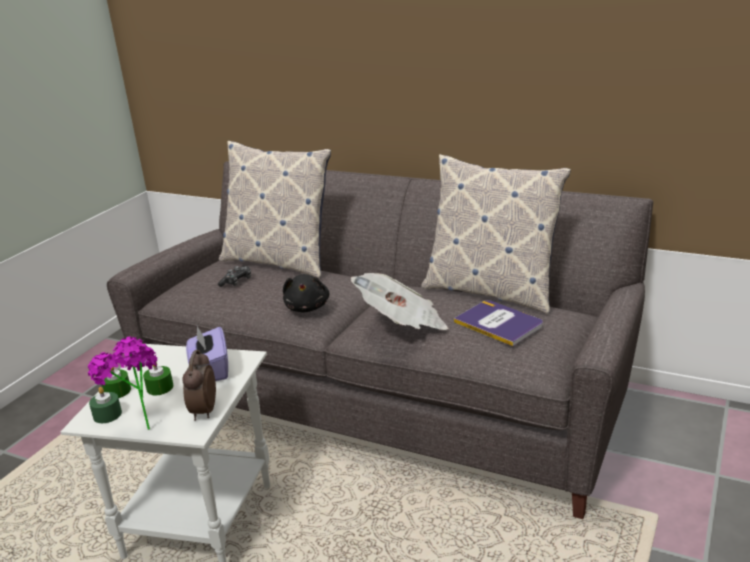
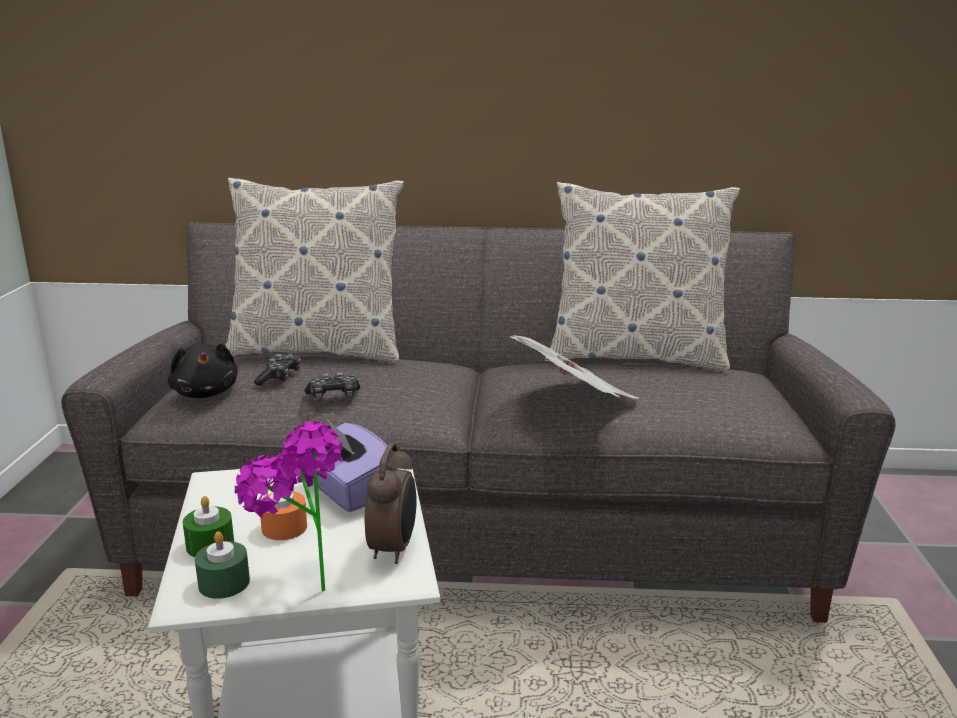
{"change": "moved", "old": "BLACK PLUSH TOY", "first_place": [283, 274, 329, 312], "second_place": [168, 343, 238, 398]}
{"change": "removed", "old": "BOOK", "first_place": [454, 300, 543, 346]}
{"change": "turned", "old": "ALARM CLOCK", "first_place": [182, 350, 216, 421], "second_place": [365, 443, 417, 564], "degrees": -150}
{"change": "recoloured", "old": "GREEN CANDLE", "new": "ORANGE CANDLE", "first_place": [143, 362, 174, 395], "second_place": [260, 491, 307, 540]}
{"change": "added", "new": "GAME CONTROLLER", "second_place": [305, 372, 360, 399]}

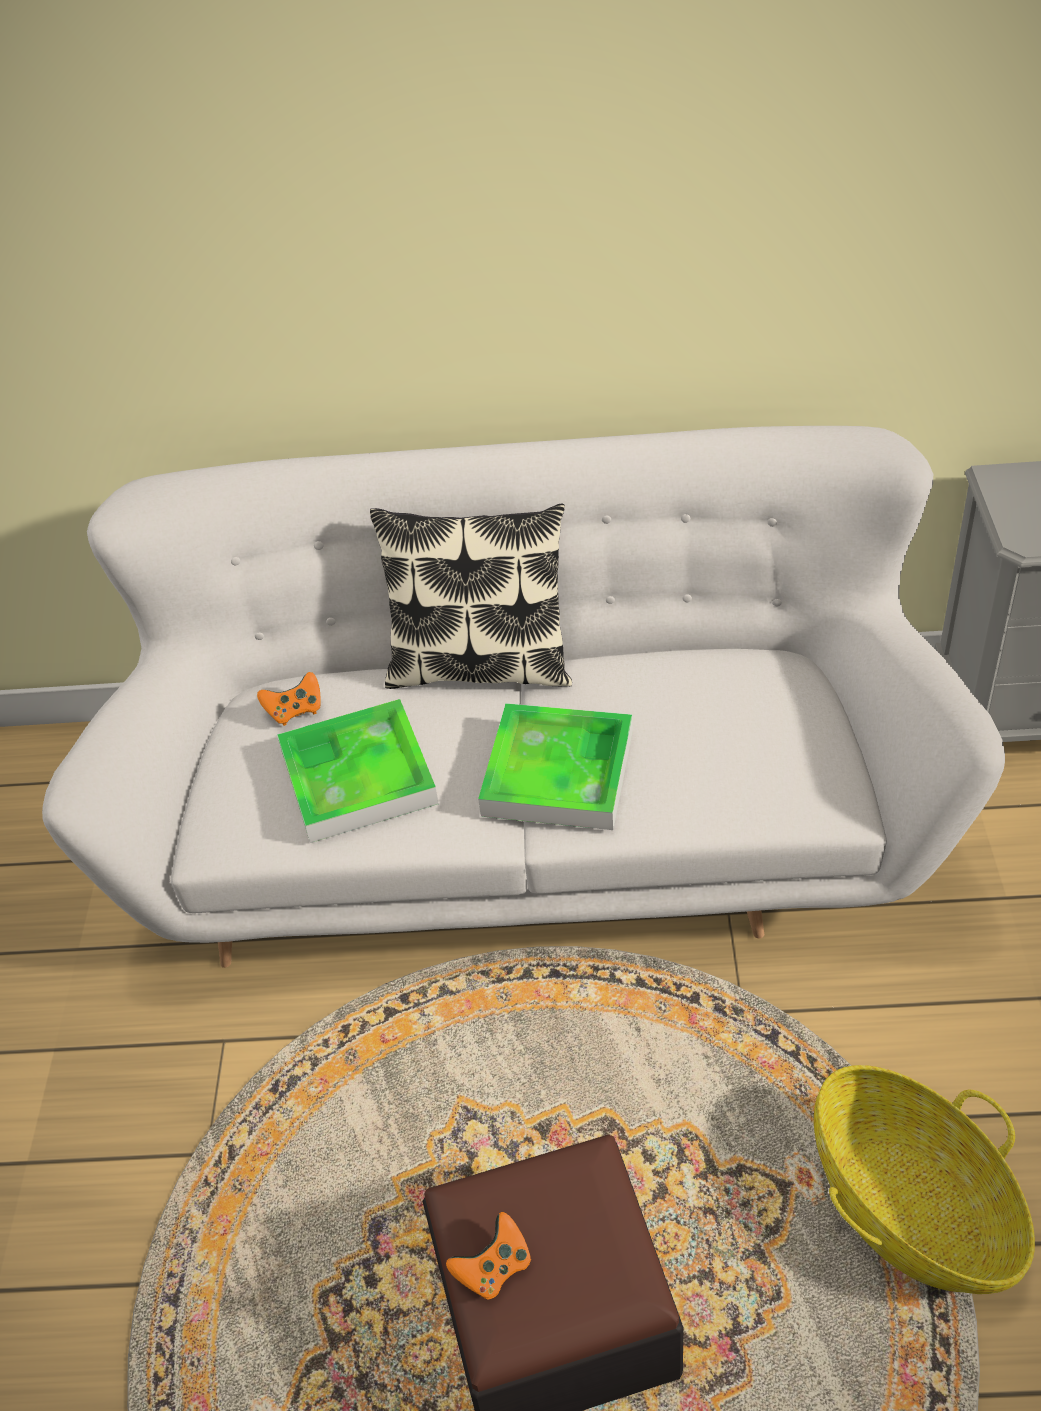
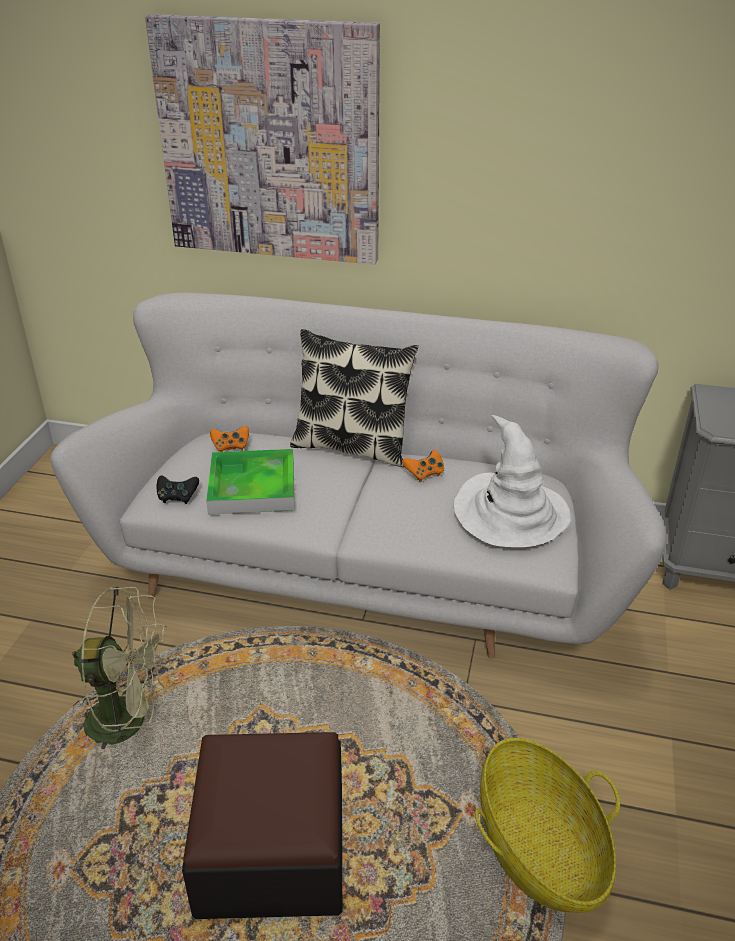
{"change": "removed", "old": "TRAY", "first_place": [478, 703, 633, 830]}
{"change": "moved", "old": "ORANGE GAME CONTROLLER", "first_place": [446, 1212, 531, 1300], "second_place": [402, 450, 444, 482]}
{"change": "added", "new": "PICTURE", "second_place": [145, 14, 380, 265]}
{"change": "added", "new": "WHITE HAT", "second_place": [454, 415, 571, 547]}
{"change": "added", "new": "BLACK GAME CONTROLLER", "second_place": [157, 475, 199, 504]}
{"change": "added", "new": "GREEN FAN", "second_place": [72, 587, 171, 749]}

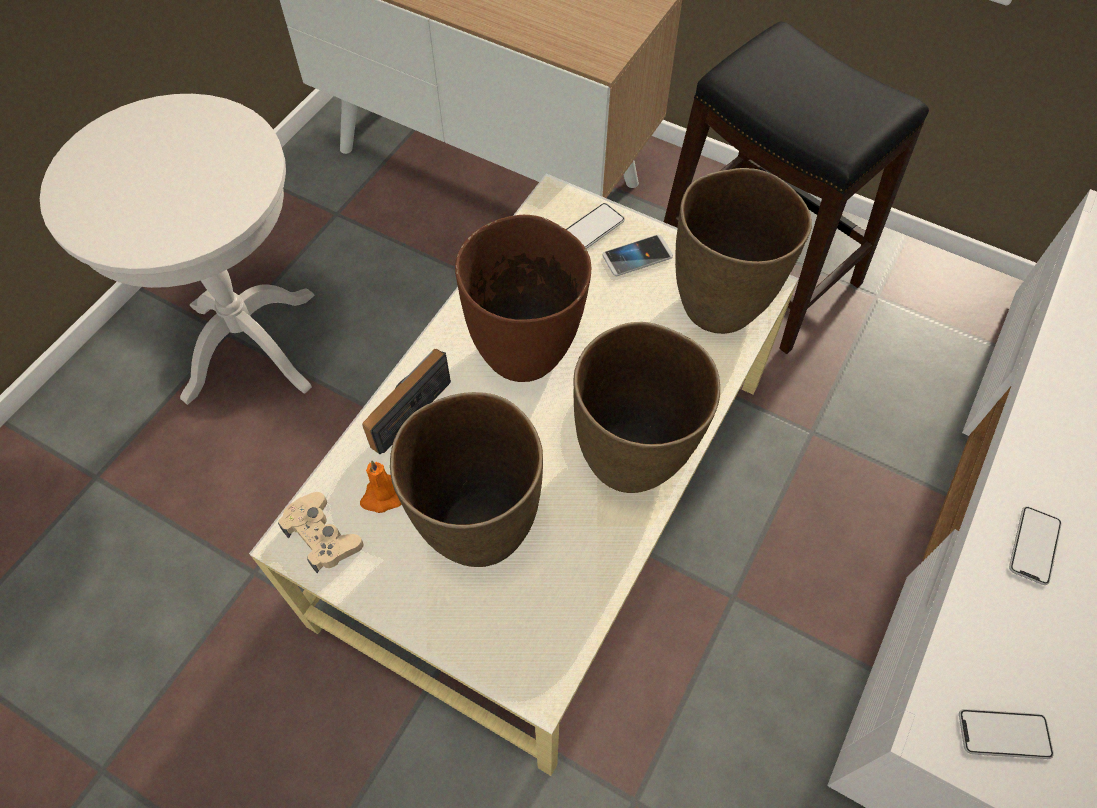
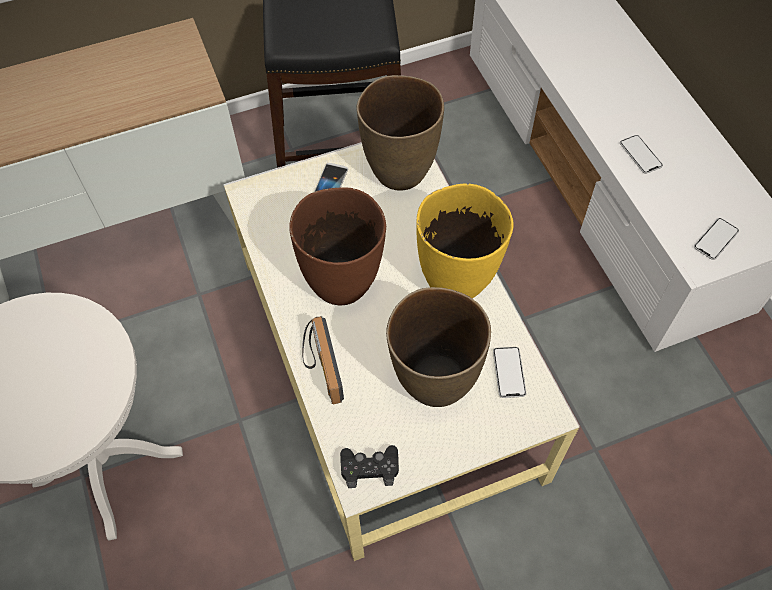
{"change": "moved", "old": "PHONE", "first_place": [566, 203, 625, 249], "second_place": [493, 347, 526, 398]}
{"change": "recoloured", "old": "BROWN VASE", "new": "YELLOW VASE", "first_place": [574, 322, 720, 493], "second_place": [417, 183, 514, 299]}
{"change": "removed", "old": "ORANGE CANDLE", "first_place": [360, 461, 402, 513]}
{"change": "recoloured", "old": "BEIGE GAME CONTROLLER", "new": "BLACK GAME CONTROLLER", "first_place": [278, 492, 363, 573], "second_place": [340, 445, 399, 488]}

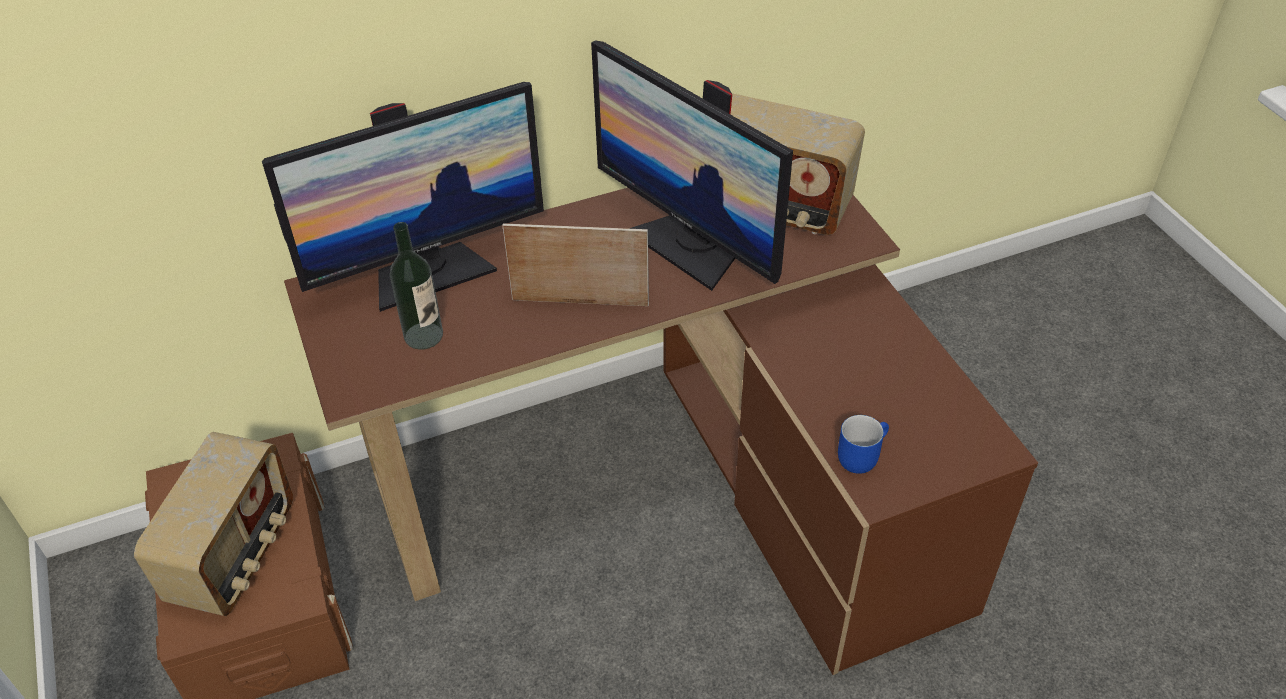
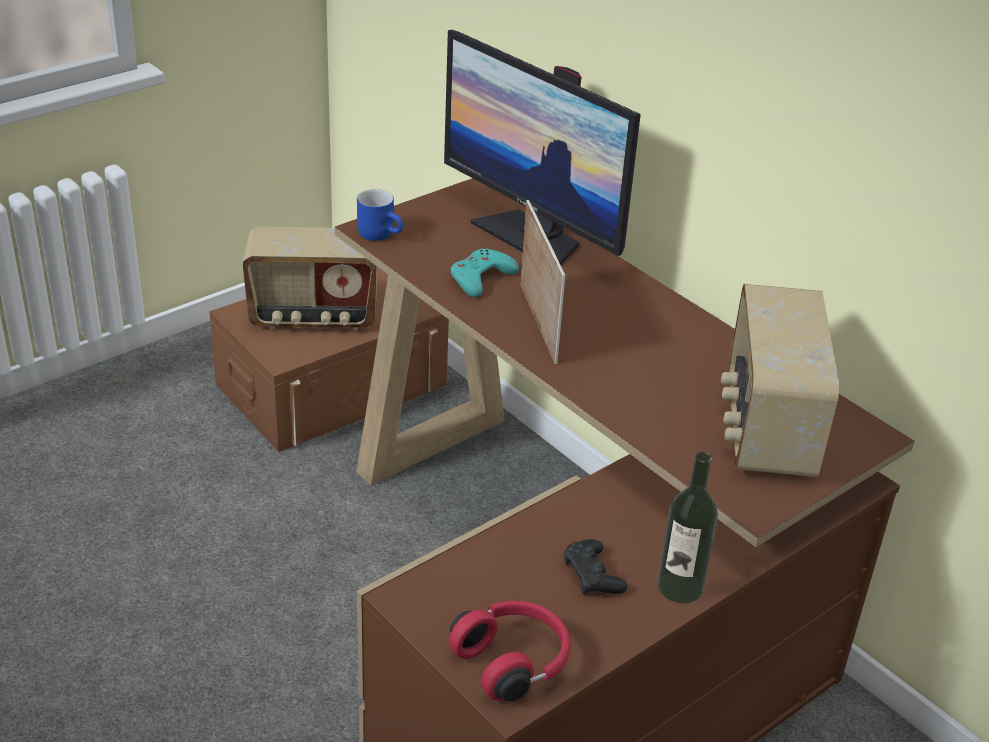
{"change": "removed", "old": "MONITOR", "first_place": [591, 40, 793, 291]}
{"change": "moved", "old": "BOTTLE", "first_place": [390, 222, 443, 350], "second_place": [657, 452, 718, 603]}
{"change": "moved", "old": "BLUE MUG", "first_place": [838, 415, 889, 474], "second_place": [357, 189, 403, 241]}
{"change": "added", "new": "TURQUOISE GAME CONTROLLER", "second_place": [450, 249, 519, 297]}
{"change": "added", "new": "BLACK GAME CONTROLLER", "second_place": [563, 539, 627, 594]}
{"change": "added", "new": "RED HEADPHONES", "second_place": [449, 601, 571, 701]}

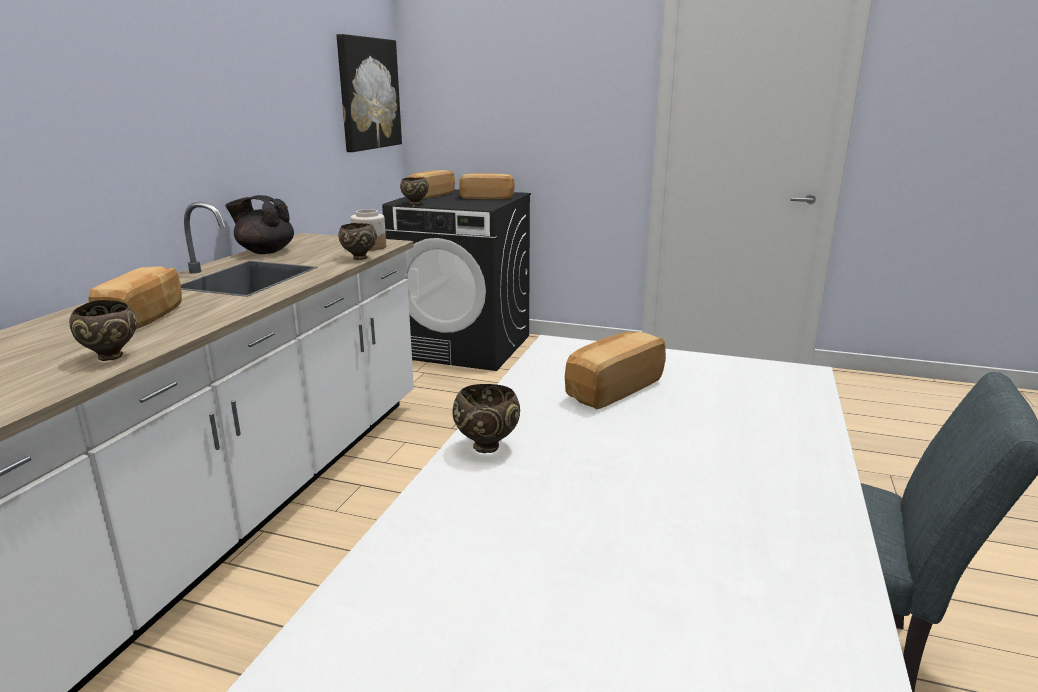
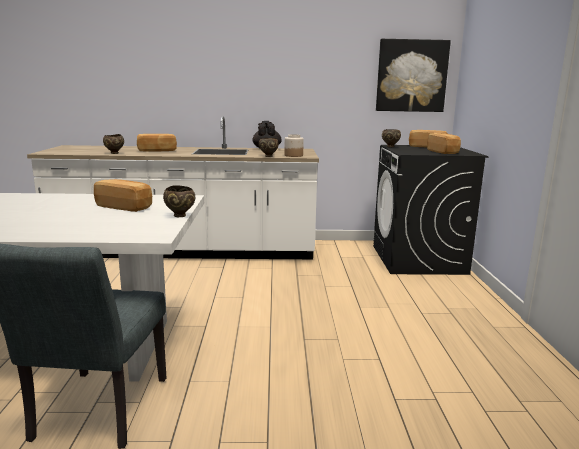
{"change": "moved", "old": "BROWN BOWL", "first_place": [452, 384, 520, 453], "second_place": [163, 185, 195, 217]}

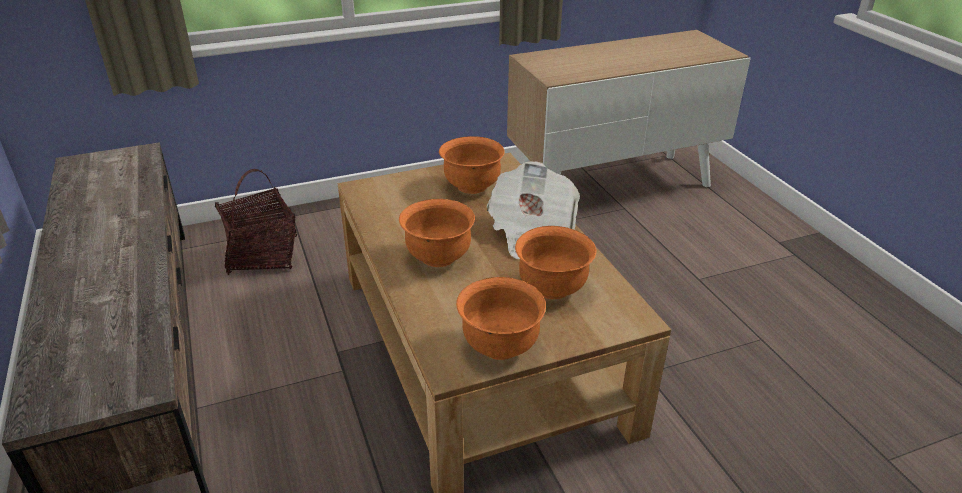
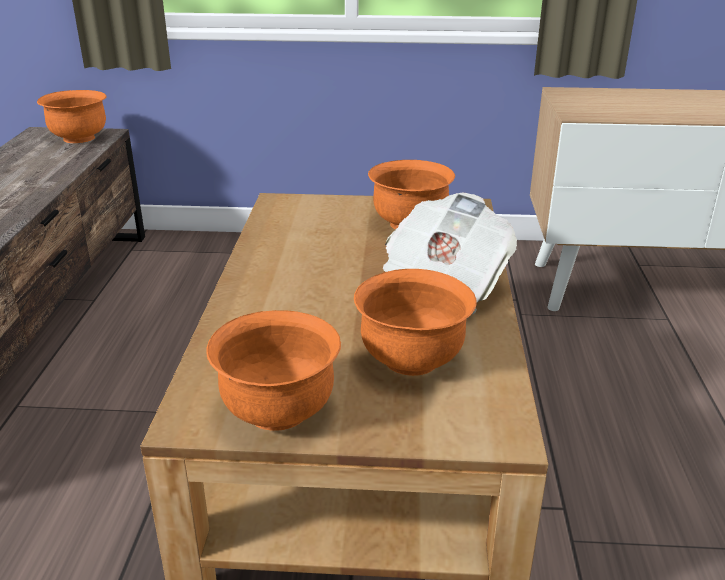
{"change": "removed", "old": "BASKET", "first_place": [215, 169, 297, 275]}
{"change": "moved", "old": "ORANGE BOWL", "first_place": [399, 199, 475, 267], "second_place": [37, 90, 107, 143]}

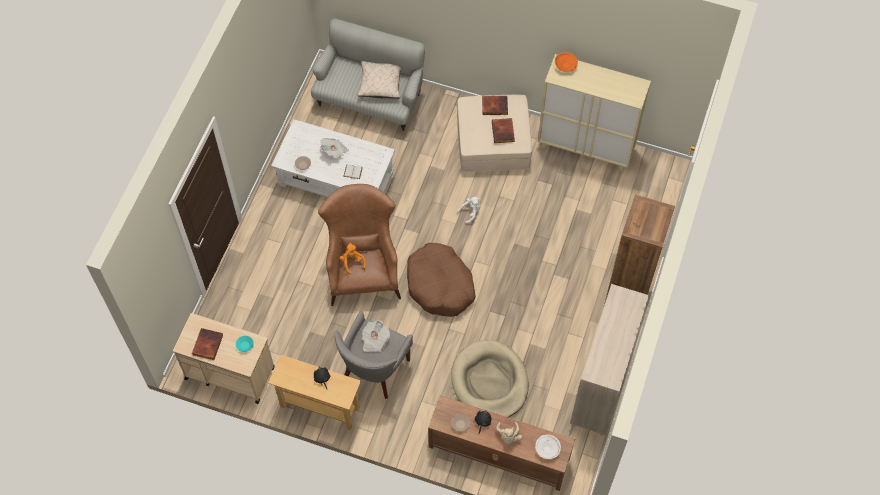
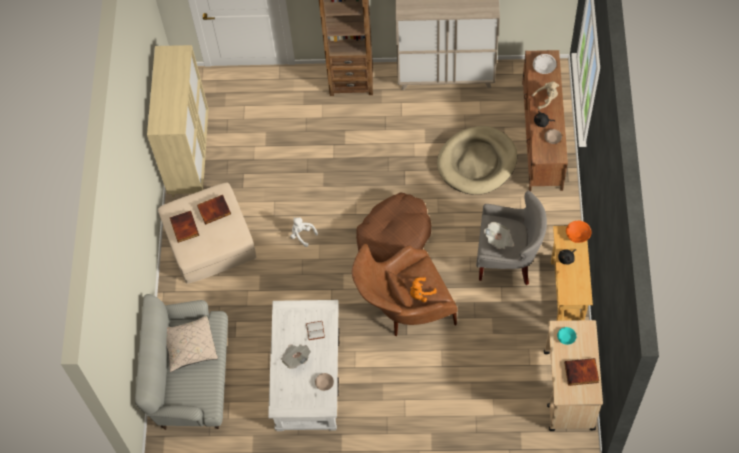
{"change": "moved", "old": "ORANGE BOWL", "first_place": [555, 52, 578, 72], "second_place": [566, 221, 592, 243]}

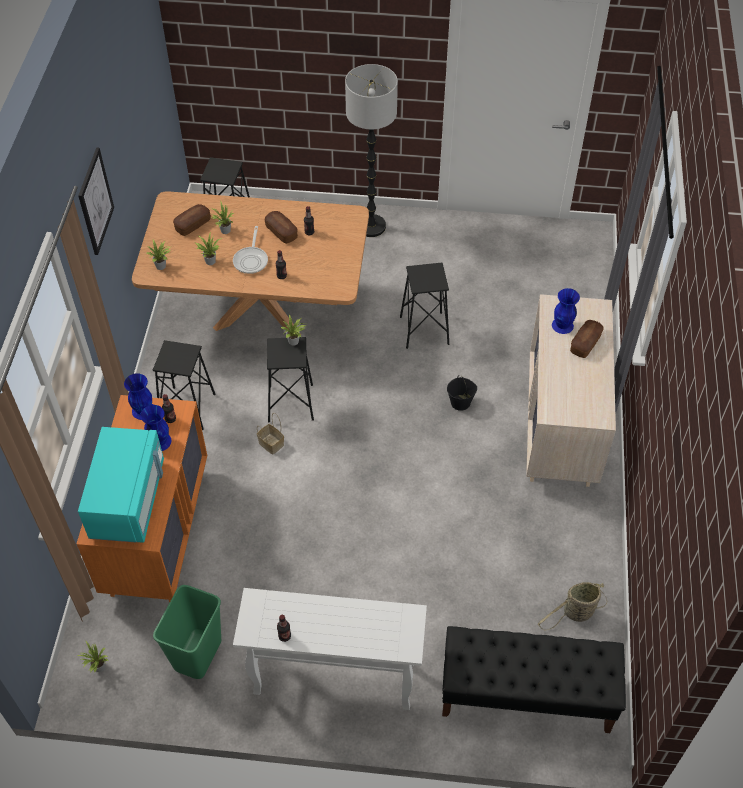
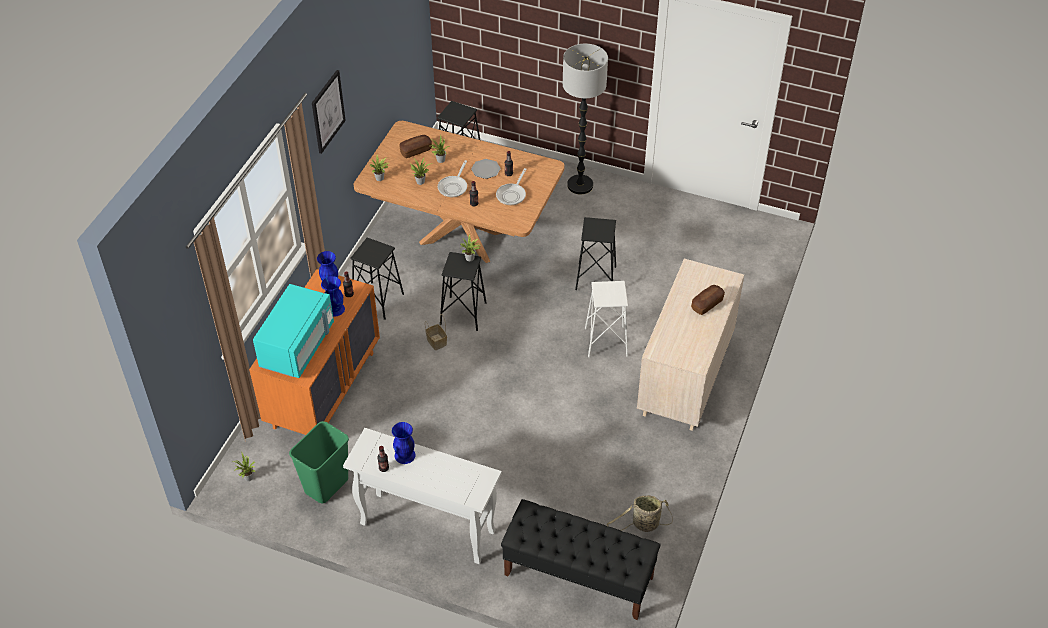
{"change": "replaced", "old": "BREAD", "new": "PLATE", "first_place": [264, 211, 298, 244], "second_place": [471, 159, 501, 179]}
{"change": "moved", "old": "BLUE VASE", "first_place": [552, 288, 580, 334], "second_place": [392, 422, 416, 464]}
{"change": "replaced", "old": "BLACK BUCKET", "new": "WHITE STOOL", "first_place": [447, 375, 477, 411], "second_place": [585, 281, 628, 357]}
{"change": "added", "new": "FRYING PAN", "second_place": [496, 168, 527, 205]}

